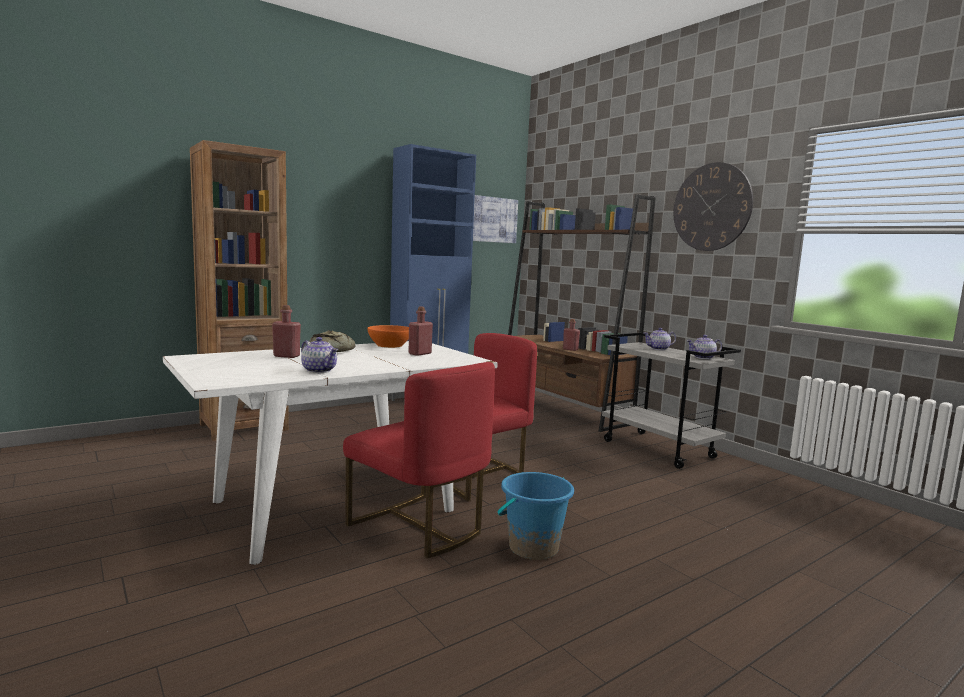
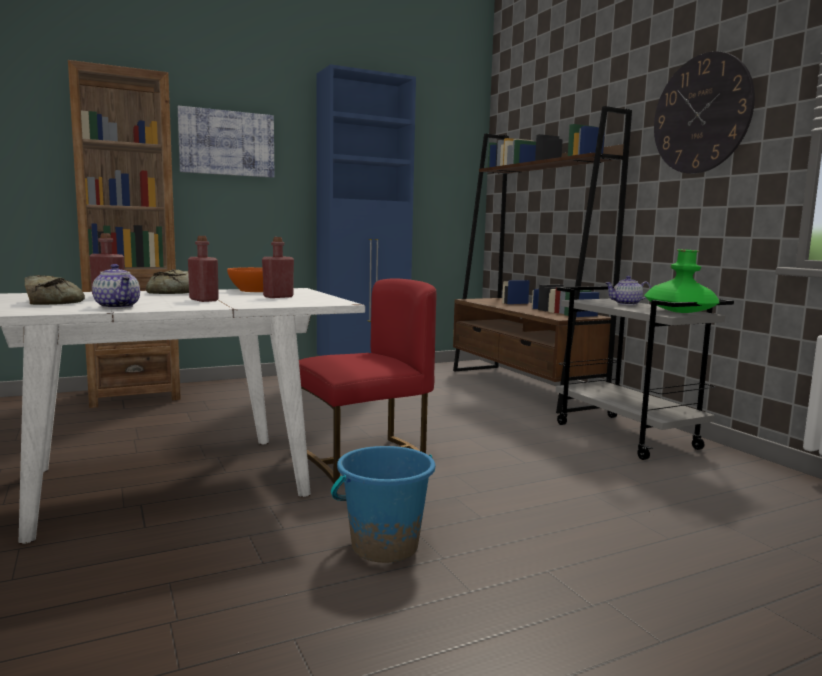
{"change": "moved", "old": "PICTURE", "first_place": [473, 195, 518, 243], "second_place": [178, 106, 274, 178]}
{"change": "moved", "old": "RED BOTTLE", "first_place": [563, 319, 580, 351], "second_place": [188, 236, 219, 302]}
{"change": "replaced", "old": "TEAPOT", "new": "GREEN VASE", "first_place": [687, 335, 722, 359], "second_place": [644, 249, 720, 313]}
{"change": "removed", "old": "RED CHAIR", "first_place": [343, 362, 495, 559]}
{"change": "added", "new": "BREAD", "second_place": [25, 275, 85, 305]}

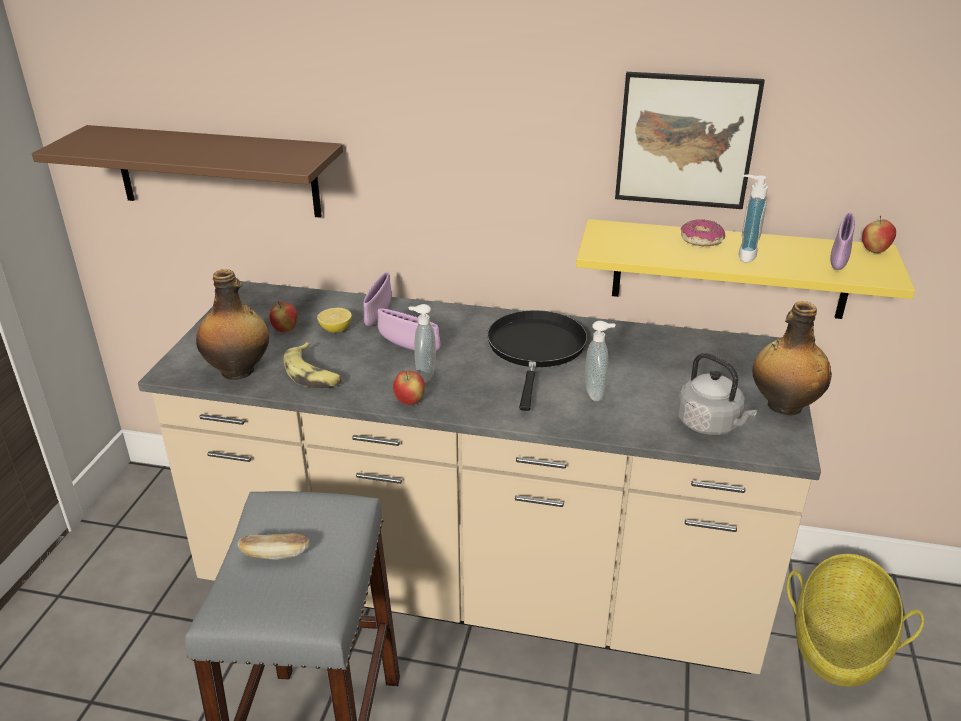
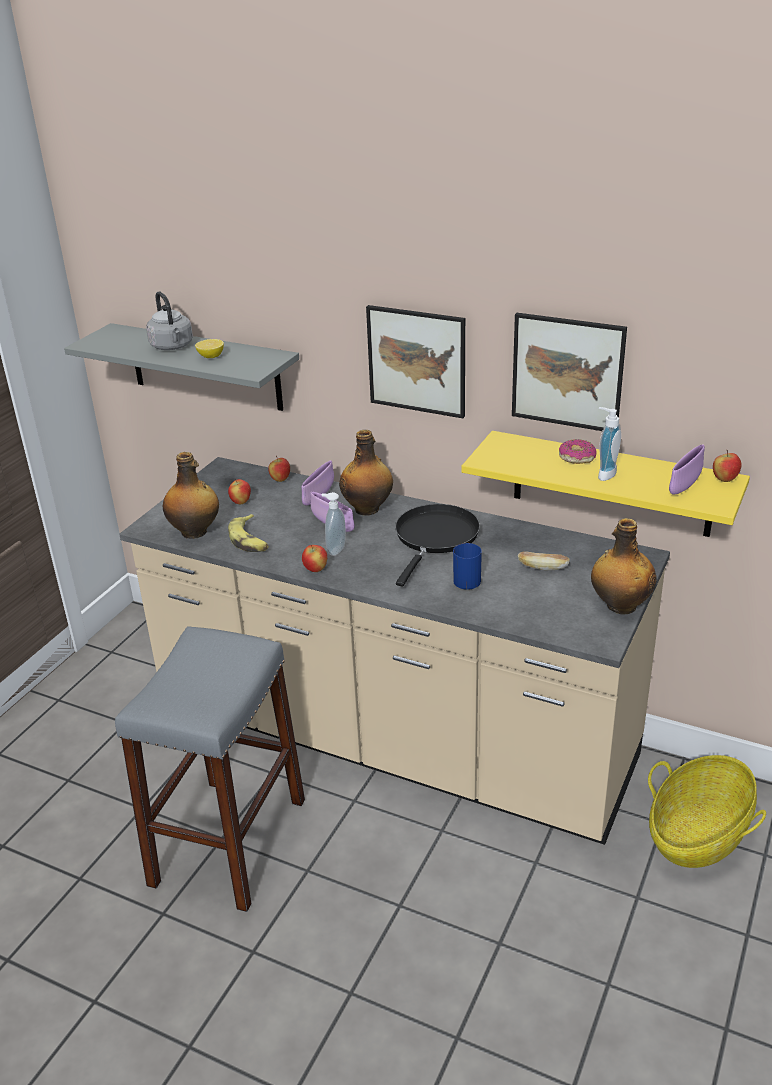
{"change": "recoloured", "old": "BROWN SHELF", "new": "GREY SHELF", "first_place": [32, 125, 343, 218], "second_place": [64, 323, 299, 411]}
{"change": "moved", "old": "LEMON", "first_place": [317, 308, 352, 333], "second_place": [195, 339, 224, 358]}
{"change": "replaced", "old": "SOAP DISPENSER", "new": "BLUE MUG", "first_place": [585, 321, 616, 401], "second_place": [453, 543, 482, 590]}
{"change": "moved", "old": "GREY KETTLE", "first_place": [677, 353, 757, 435], "second_place": [146, 292, 193, 350]}
{"change": "moved", "old": "BREAD", "first_place": [238, 534, 310, 560], "second_place": [518, 552, 570, 570]}
{"change": "added", "new": "PICTURE", "second_place": [366, 305, 465, 418]}
{"change": "added", "new": "BOTTLE", "second_place": [339, 430, 393, 516]}
{"change": "added", "new": "APPLE", "second_place": [268, 456, 290, 482]}

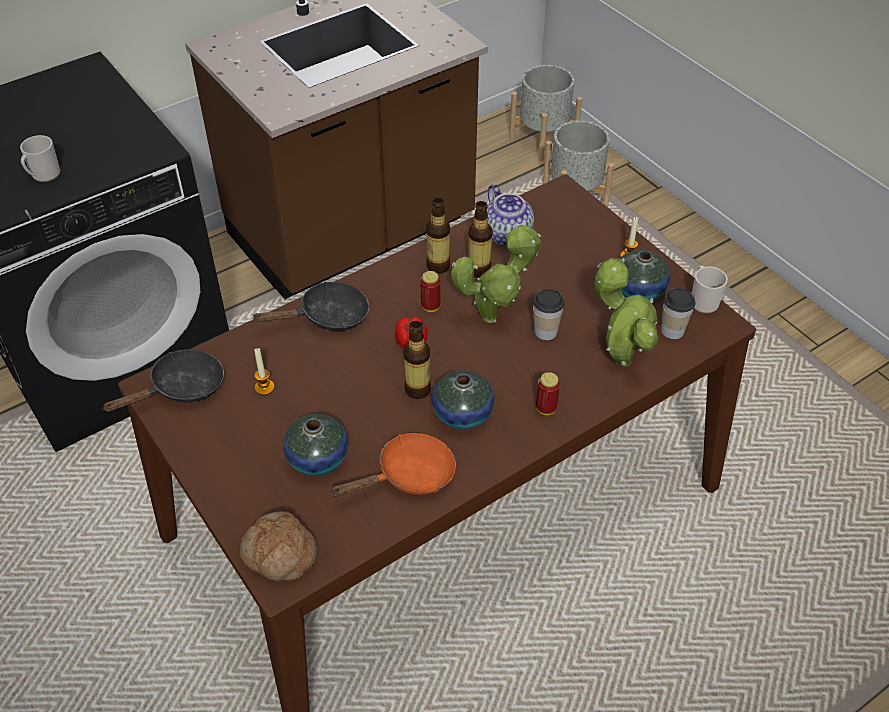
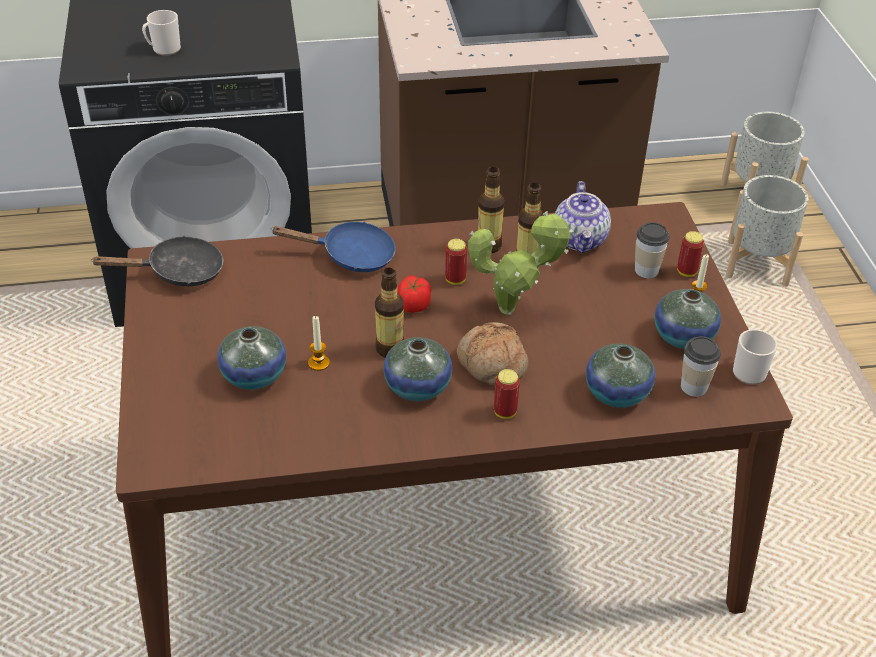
{"change": "replaced", "old": "POTTED PLANT", "new": "VASE", "first_place": [595, 258, 658, 367], "second_place": [586, 343, 655, 408]}
{"change": "recoloured", "old": "BLACK FRYING PAN", "new": "BLUE FRYING PAN", "first_place": [251, 281, 369, 331], "second_place": [271, 222, 396, 272]}
{"change": "moved", "old": "CUP", "first_place": [533, 289, 564, 340], "second_place": [635, 222, 669, 278]}
{"change": "moved", "old": "CANDLE", "first_place": [254, 348, 275, 395], "second_place": [308, 316, 330, 371]}
{"change": "removed", "old": "ORANGE FRYING PAN", "first_place": [329, 433, 456, 497]}
{"change": "moved", "old": "BREAD", "first_place": [240, 511, 318, 581], "second_place": [457, 322, 528, 386]}
{"change": "added", "new": "CAN", "second_place": [677, 231, 704, 277]}

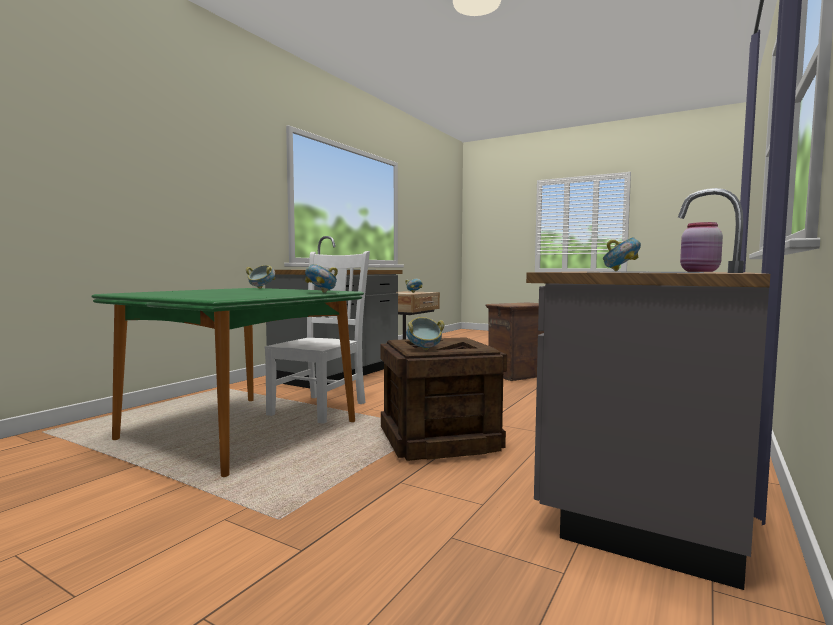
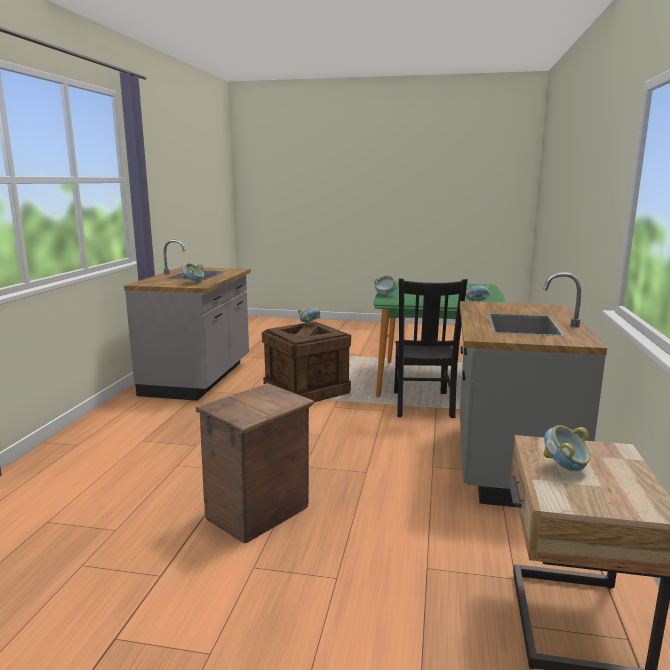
{"change": "removed", "old": "PINK JAR", "first_place": [680, 222, 723, 272]}
{"change": "recoloured", "old": "WHITE CHAIR", "new": "BLACK CHAIR", "first_place": [264, 251, 370, 424], "second_place": [394, 278, 468, 418]}

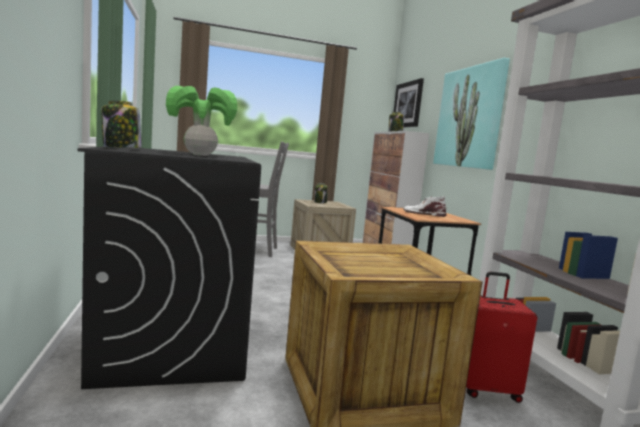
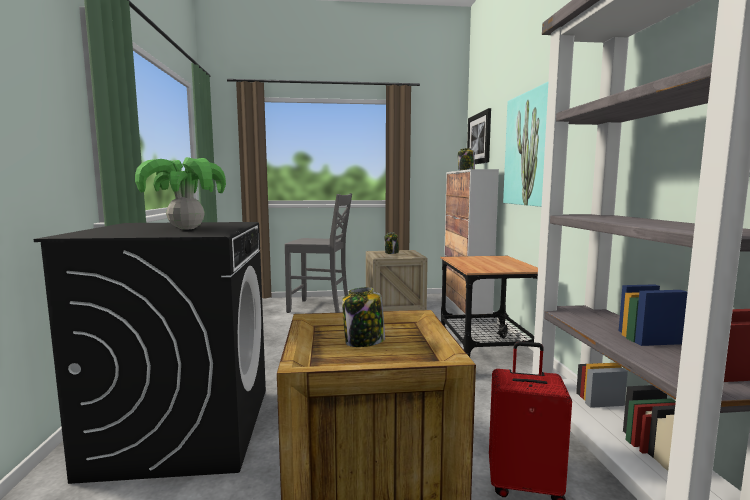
{"change": "moved", "old": "JAR", "first_place": [101, 101, 141, 148], "second_place": [342, 287, 385, 347]}
{"change": "removed", "old": "WHITE BOOT", "first_place": [403, 196, 446, 217]}

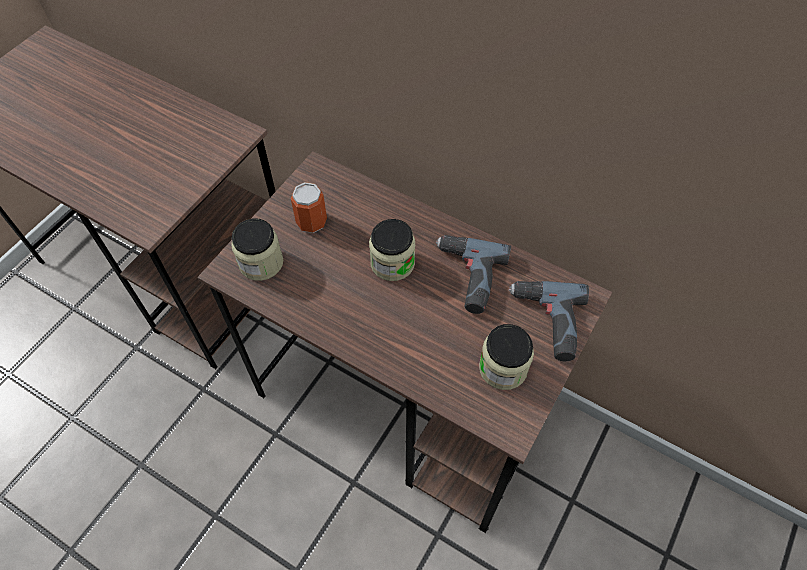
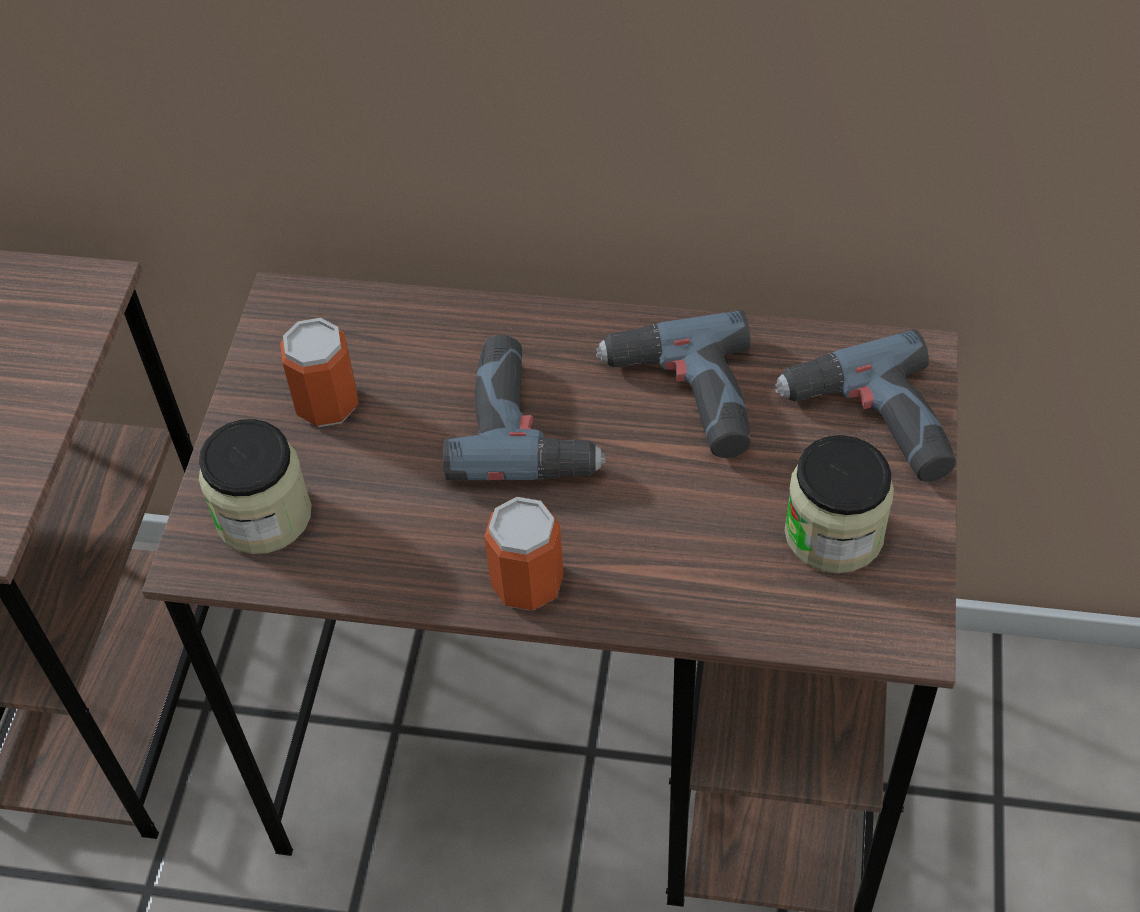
{"change": "replaced", "old": "JAR", "new": "POWER DRILL", "first_place": [369, 219, 415, 281], "second_place": [443, 335, 606, 480]}
{"change": "added", "new": "CAN", "second_place": [484, 497, 564, 611]}

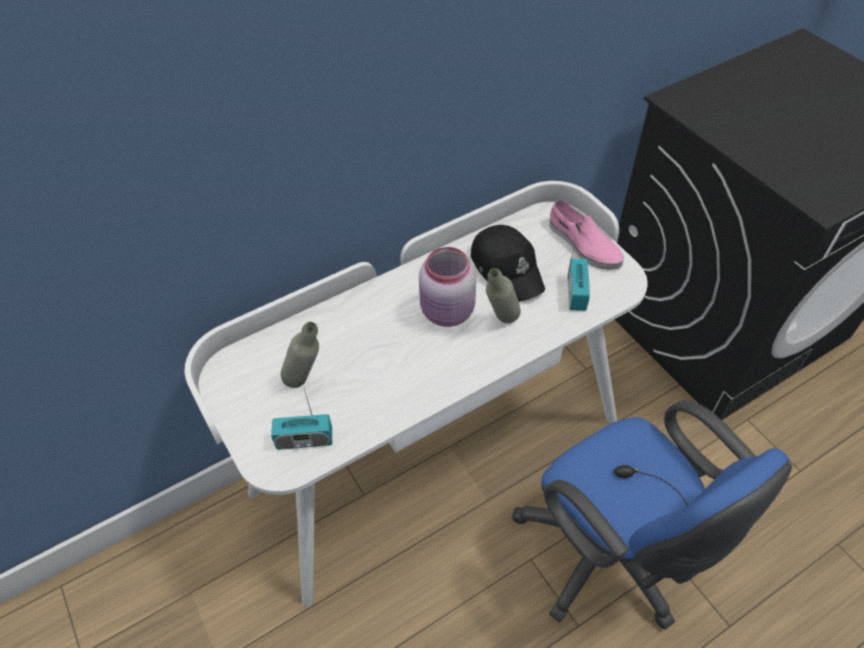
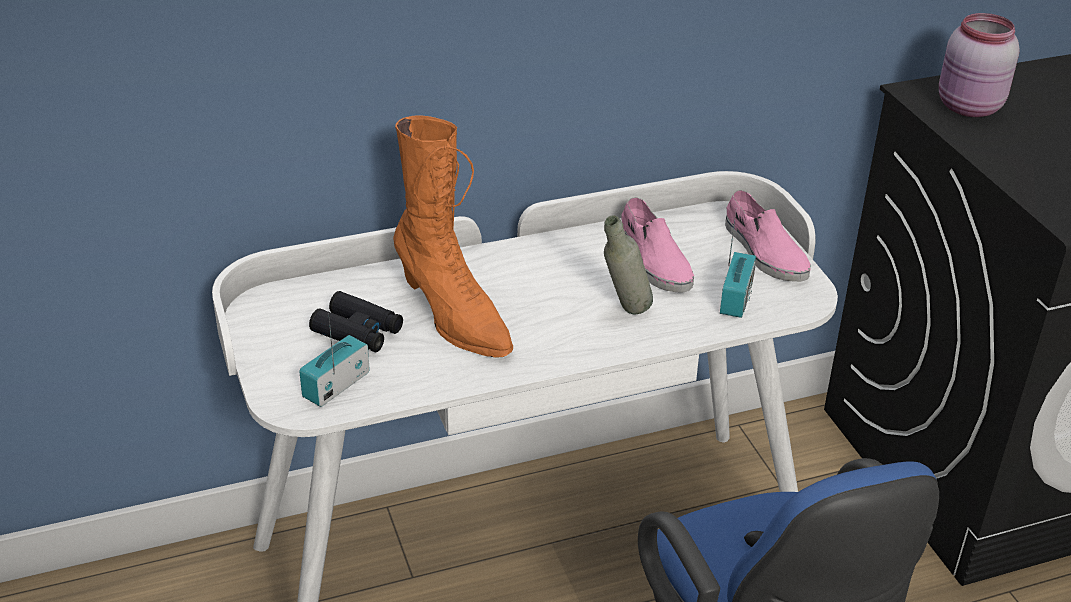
{"change": "replaced", "old": "BLACK CAP", "new": "PINK SHOE", "first_place": [471, 225, 545, 302], "second_place": [622, 197, 694, 293]}
{"change": "moved", "old": "PINK JAR", "first_place": [419, 247, 476, 327], "second_place": [939, 13, 1020, 117]}
{"change": "replaced", "old": "GREY BOTTLE", "new": "BLACK BINOCULARS", "first_place": [281, 322, 319, 388], "second_place": [309, 291, 403, 353]}
{"change": "turned", "old": "RADIO", "first_place": [271, 386, 332, 450], "second_place": [299, 313, 370, 407], "degrees": 120}
{"change": "added", "new": "ORANGE BOOT", "second_place": [393, 115, 513, 357]}

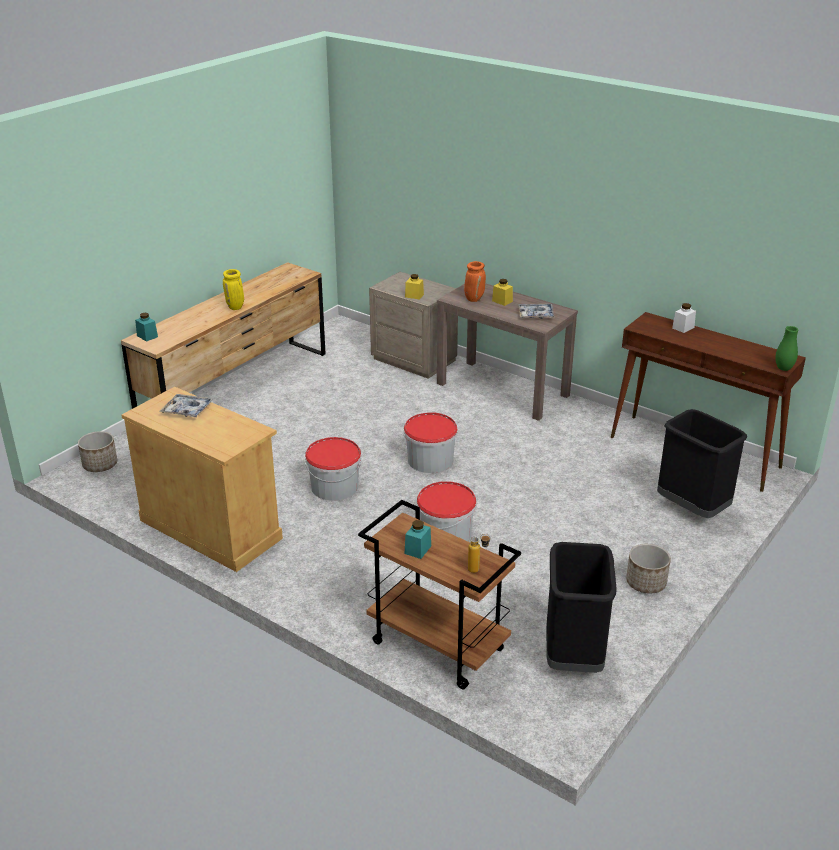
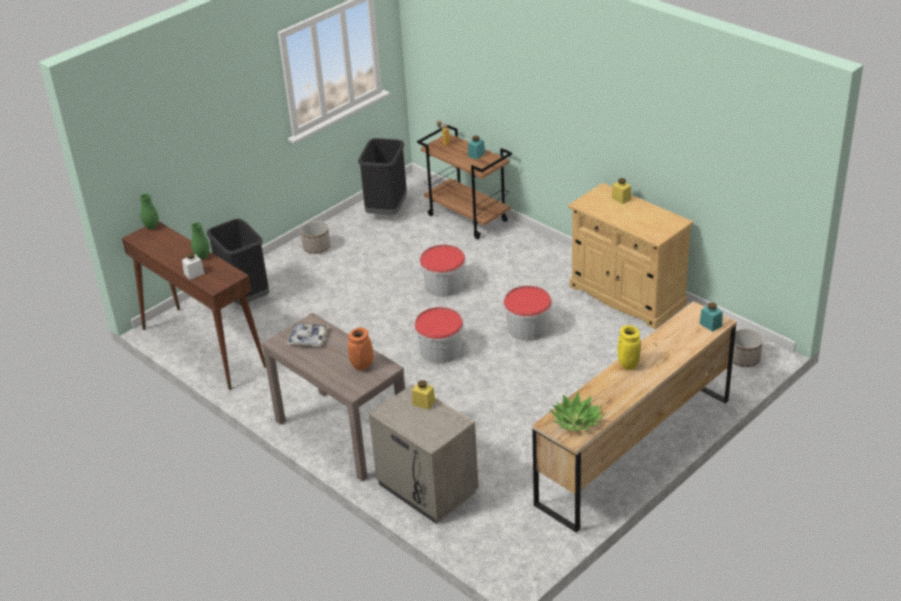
{"change": "moved", "old": "YELLOW JAR", "first_place": [492, 279, 513, 306], "second_place": [611, 178, 631, 204]}
{"change": "removed", "old": "TRAY", "first_place": [159, 394, 213, 418]}
{"change": "added", "new": "GREEN VASE", "second_place": [191, 222, 210, 259]}
{"change": "added", "new": "POTTED PLANT", "second_place": [549, 391, 604, 431]}

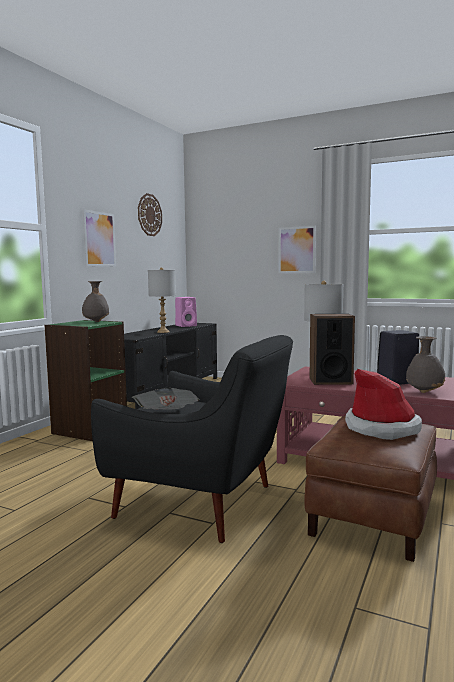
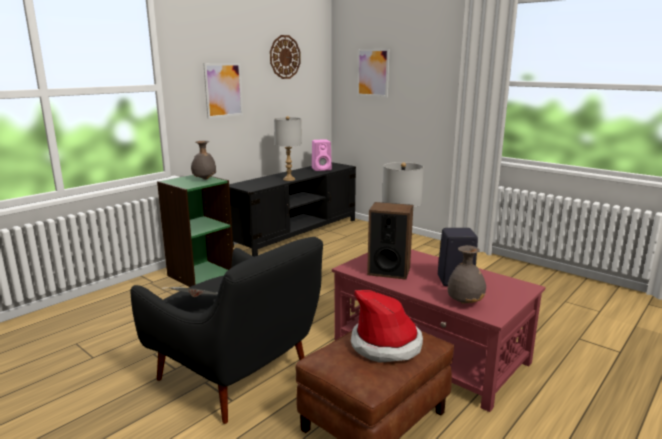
{"change": "moved", "old": "PICTURE", "first_place": [279, 226, 316, 273], "second_place": [357, 49, 389, 97]}

